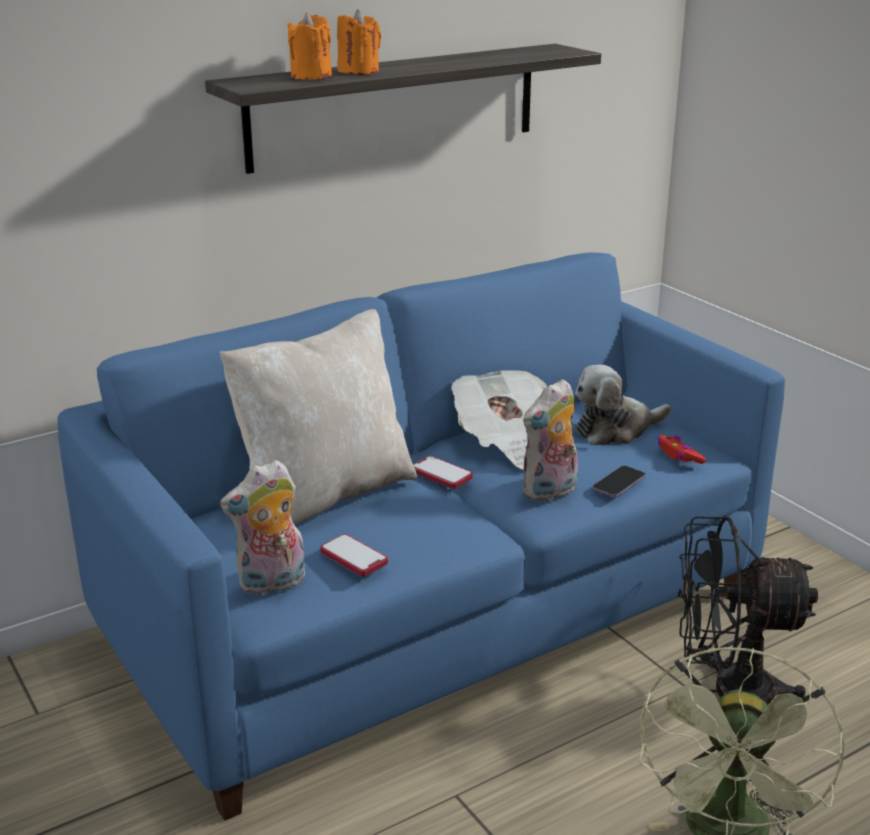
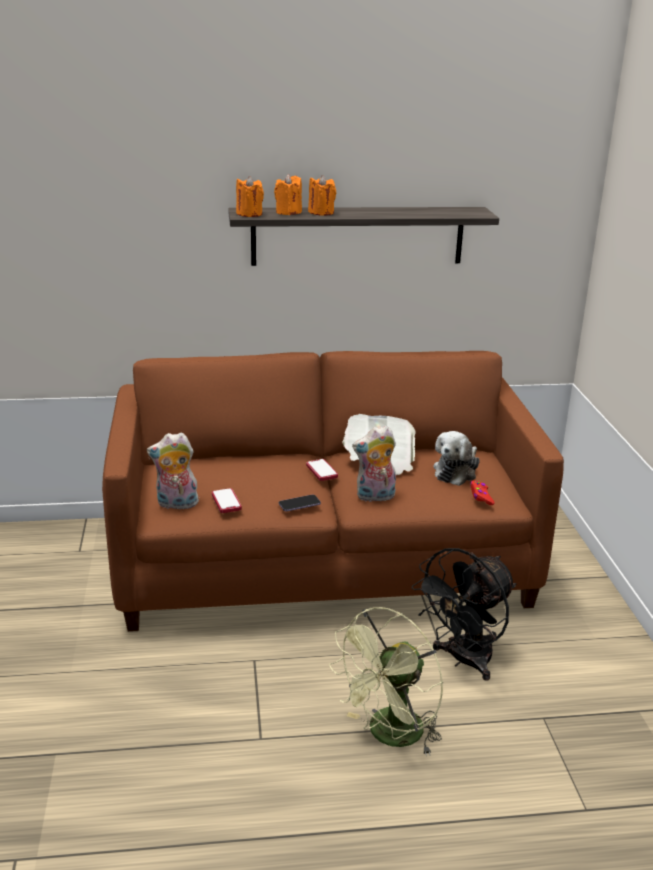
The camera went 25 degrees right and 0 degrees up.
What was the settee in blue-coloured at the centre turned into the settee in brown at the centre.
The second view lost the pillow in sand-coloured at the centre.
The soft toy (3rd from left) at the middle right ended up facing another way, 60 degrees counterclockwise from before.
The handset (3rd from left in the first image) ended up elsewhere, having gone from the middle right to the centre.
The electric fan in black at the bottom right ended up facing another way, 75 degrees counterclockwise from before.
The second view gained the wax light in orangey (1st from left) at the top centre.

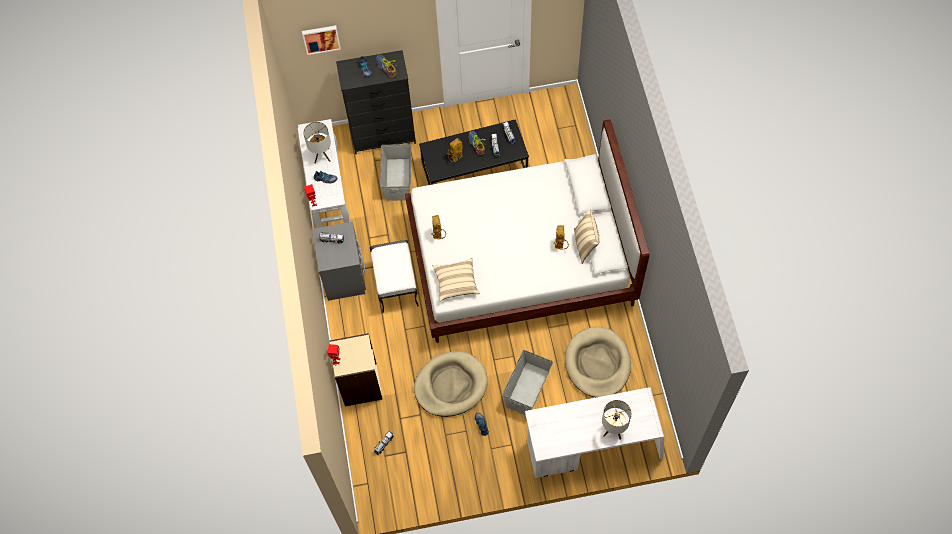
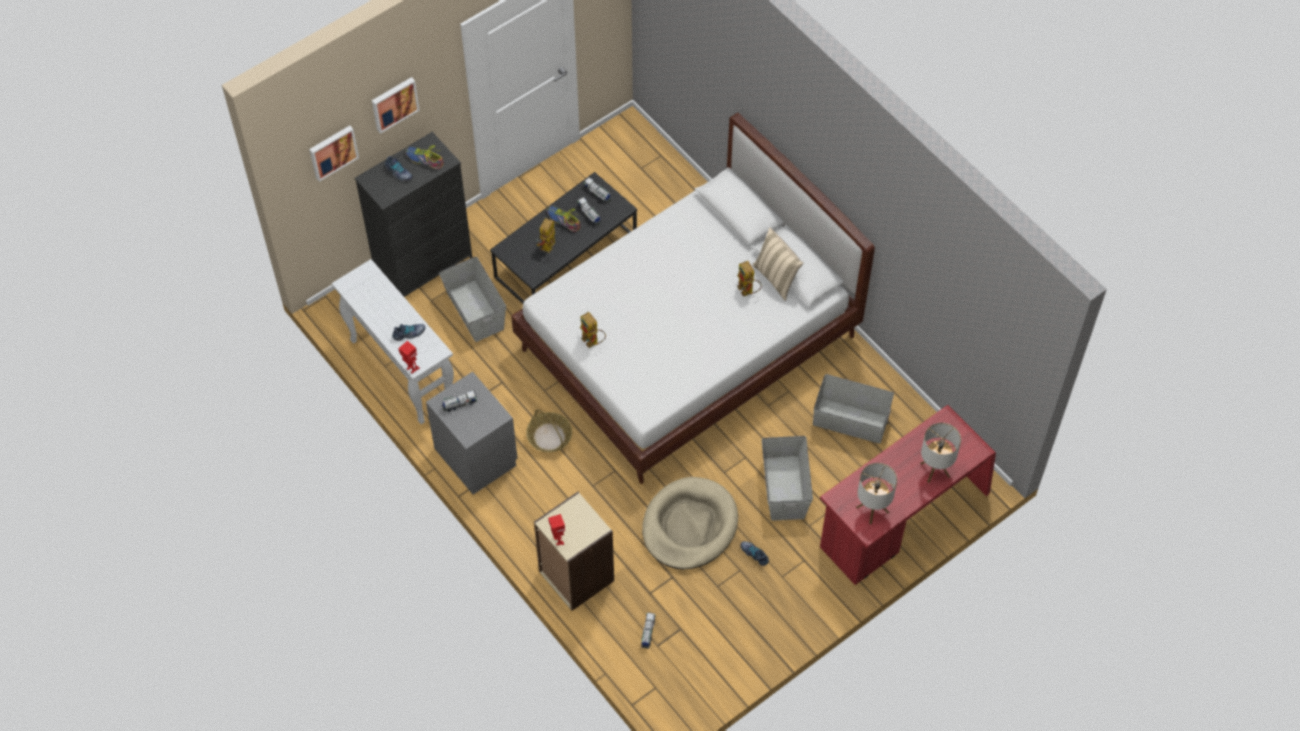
The camera went 30 degrees left and 5 degrees down.
The table lamp (1st from left) ended up elsewhere, having gone from the top left to the bottom right.
Where the pouffe in white-coloured stood at the centre, the basket came to stand at the centre.
The second view lost the pillow in sand-coloured (1st from left) at the centre.
What was the desk in white-coloured at the bottom centre turned into the desk in red at the bottom right.
Where the dog bed in sand-coloured (2nd from left) stood at the bottom centre, the storage box in gray (3rd from left) came to stand at the centre.
The second view gained the picture (2nd from left) at the top left.

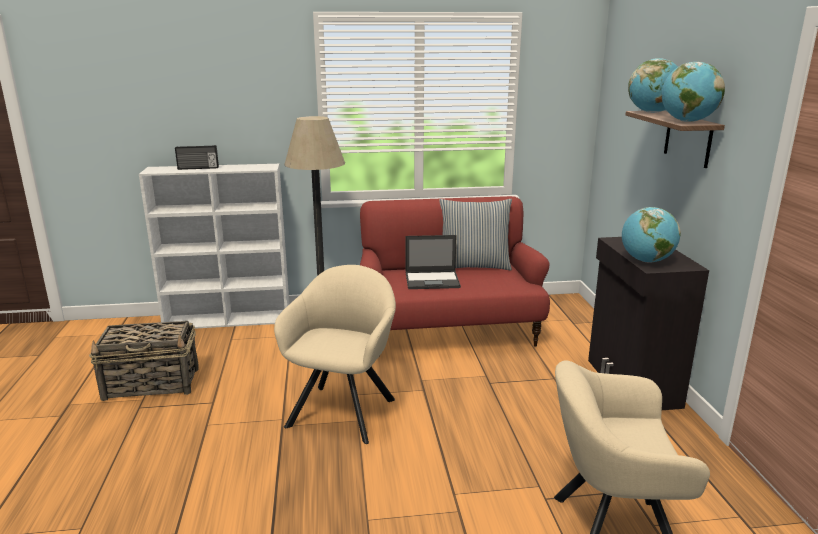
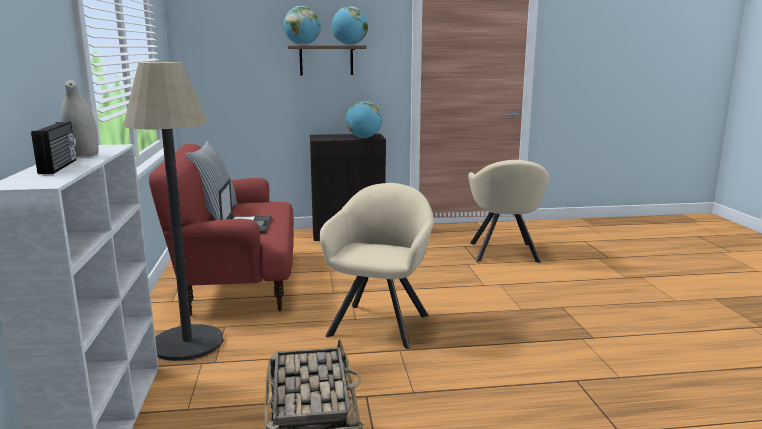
The camera went 90 degrees left and 5 degrees down.
The lounge chair in sand-coloured (1st from left) at the centre ended up facing another way, 90 degrees clockwise from before.
The second view gained the flower vase in white-coloured at the top left.

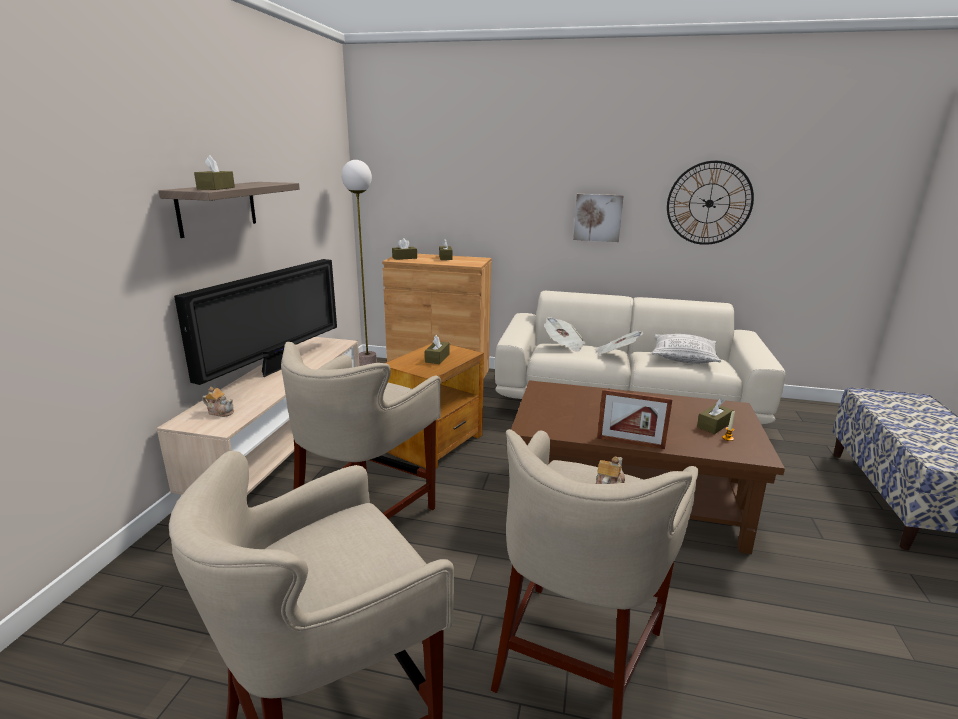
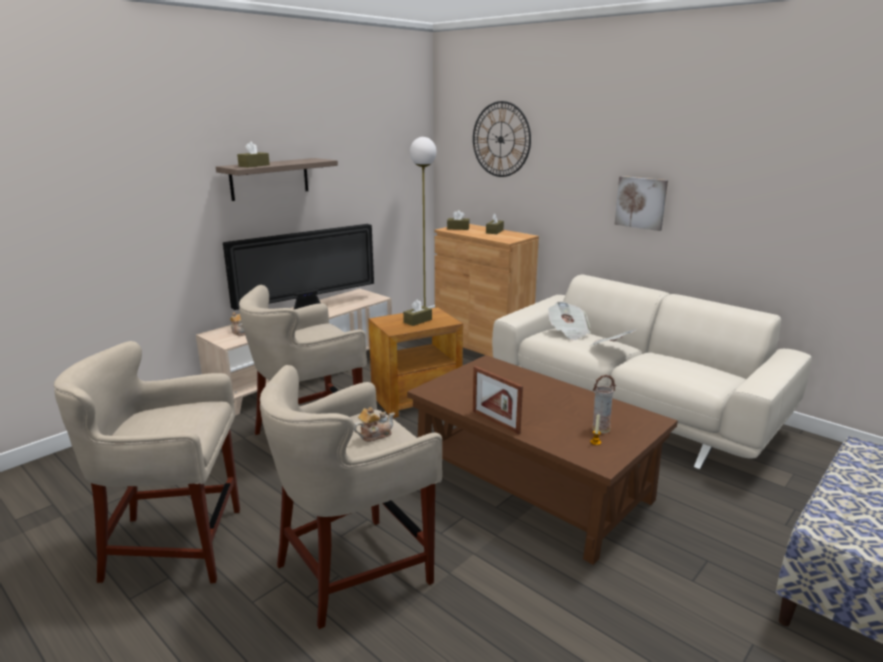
The camera went 30 degrees right and 0 degrees up.
The second view lost the pillow at the middle right.
The wall clock ended up elsewhere, having gone from the top right to the top centre.
Where the tissue box in brown (5th from left) stood at the middle right, the flower vase came to stand at the middle right.

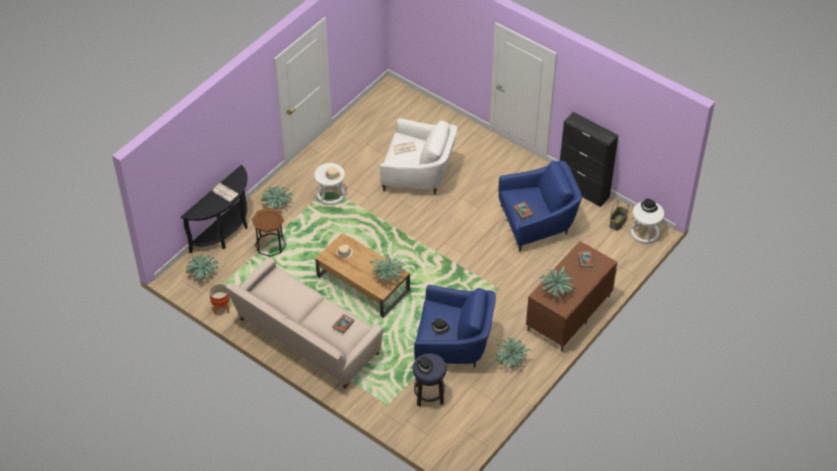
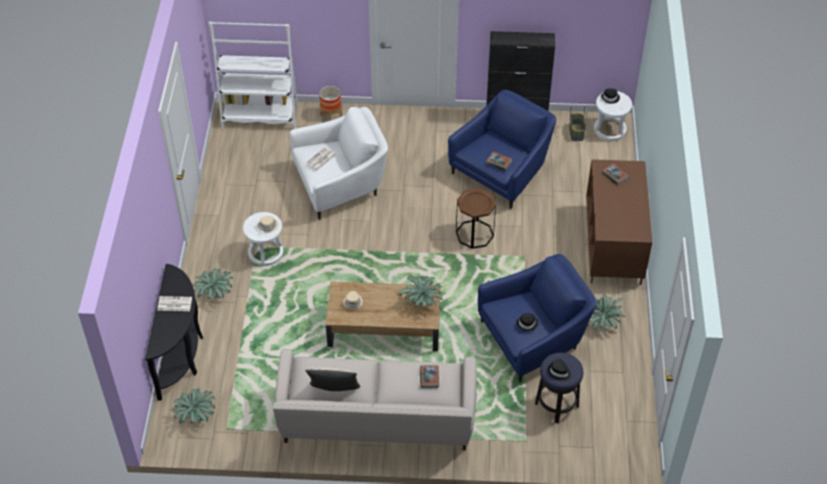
The camera went 35 degrees left and 0 degrees up.
The flower pot ended up elsewhere, having gone from the middle left to the top centre.
The side table in brown ended up elsewhere, having gone from the middle left to the centre.
The second view lost the plant in a pot (5th from left) at the centre.
The second view gained the bookcase in white-coloured at the top left.
The second view gained the pillow in sand-coloured at the bottom centre.

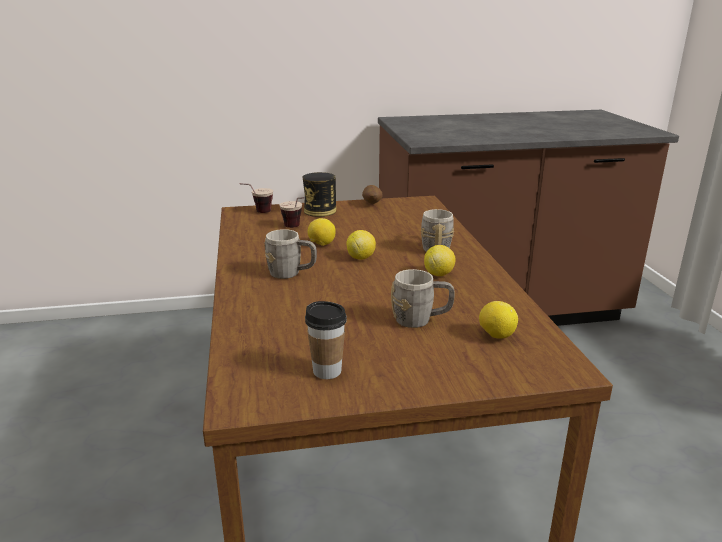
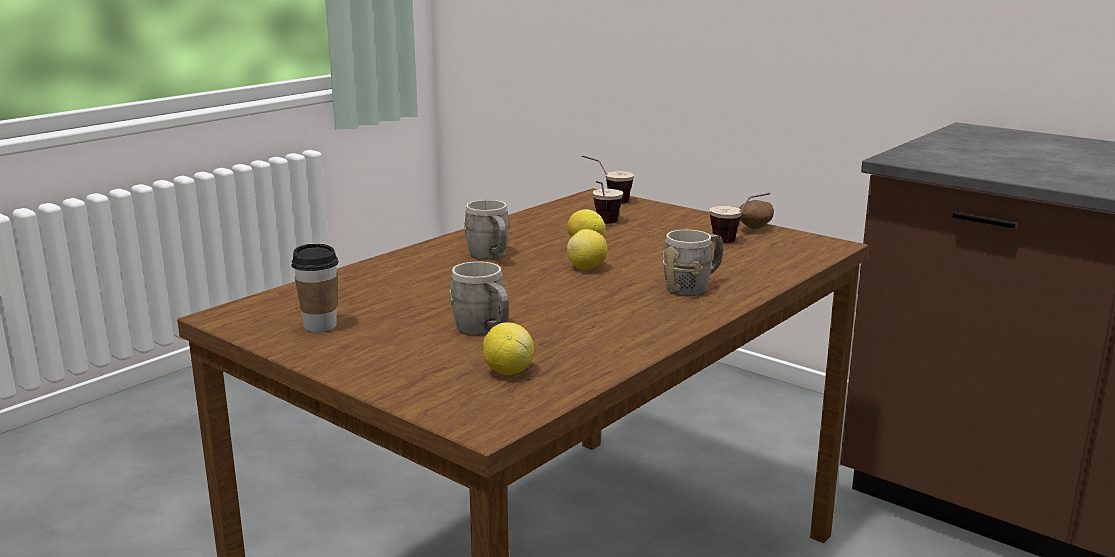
The camera went 50 degrees right and 5 degrees down.
The second view lost the metal can at the centre.
The second view lost the whole lemon (3rd from left) at the centre.
The second view gained the small cup (4th from left) at the centre.

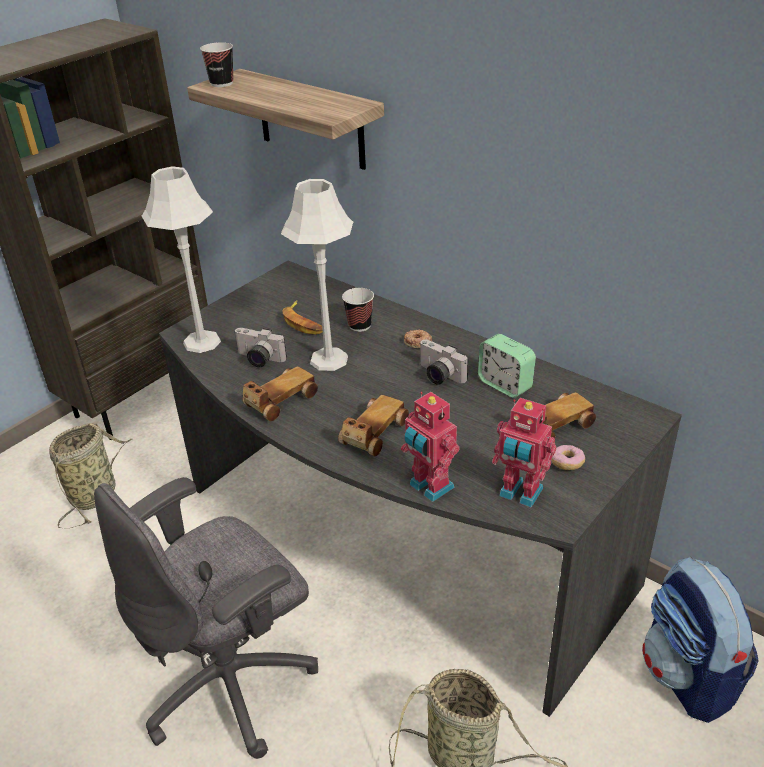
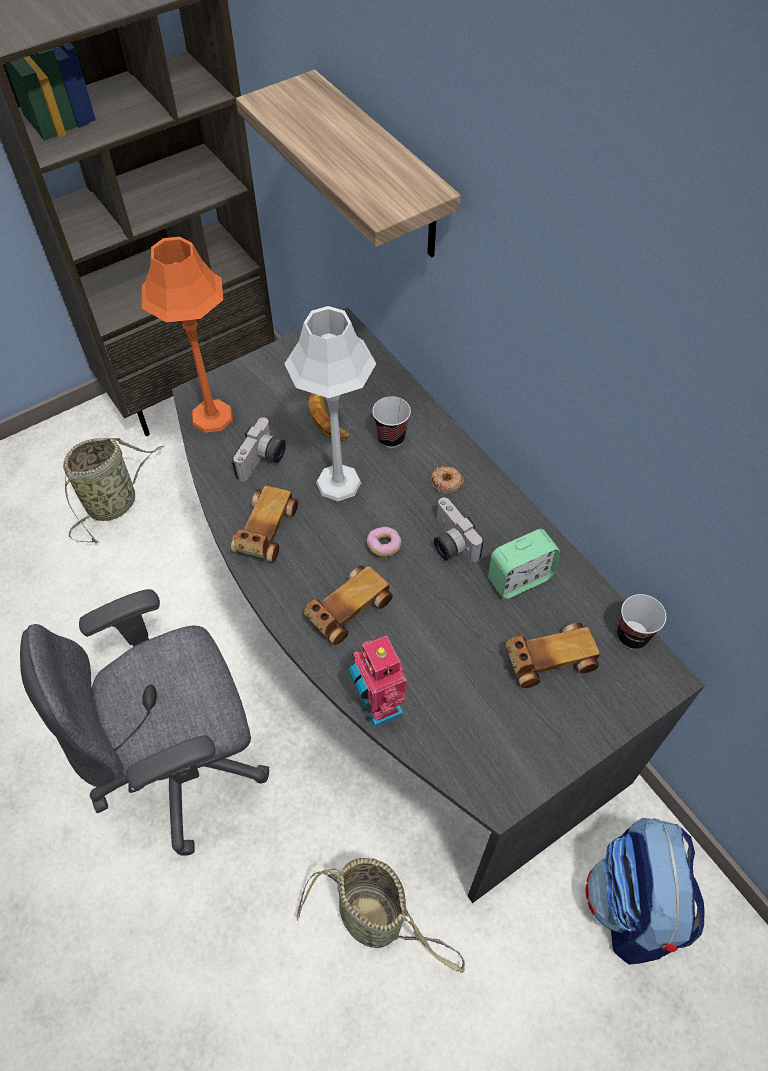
The camera went 15 degrees right and 20 degrees up.
What was the table lamp in gray (1st from left) at the middle left turned into the table lamp in orangey at the top left.
The small cup (1st from left in the first image) ended up elsewhere, having gone from the top left to the middle right.
The photo camera (1st from left) at the centre ended up facing another way, 105 degrees counterclockwise from before.
The miniature car (1st from left) at the centre ended up facing another way, 45 degrees counterclockwise from before.
The table clock at the centre ended up facing another way, 90 degrees counterclockwise from before.
The second view lost the model robot (2nd from left) at the middle right.
The doughnut (2nd from left in the first image) ended up elsewhere, having gone from the middle right to the centre.

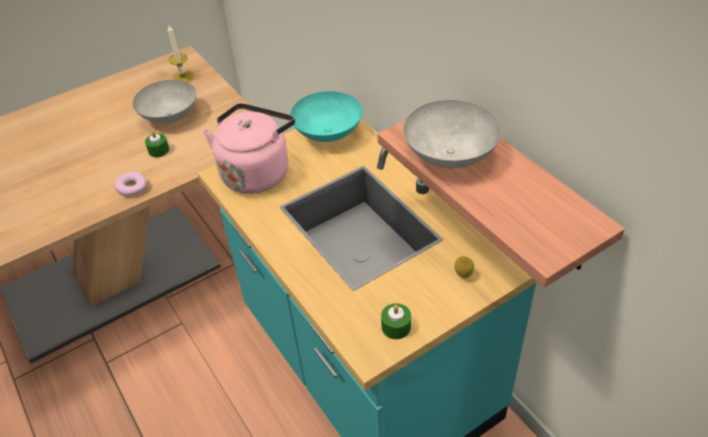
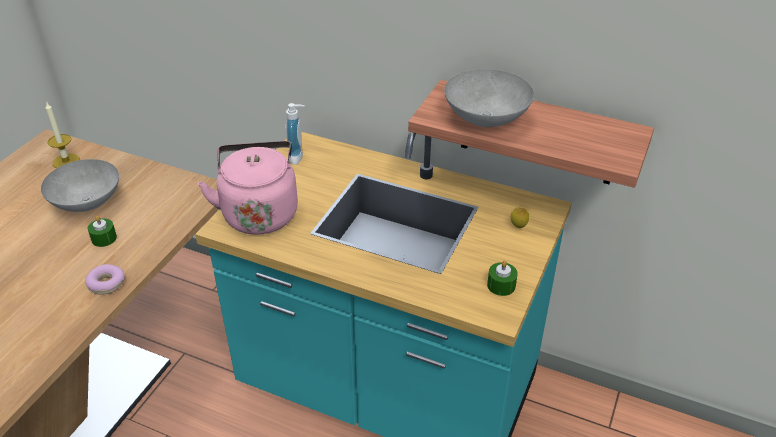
The camera went 35 degrees left and 5 degrees down.
Where the bowl in turquoise stood at the top centre, the soap dispenser came to stand at the top centre.

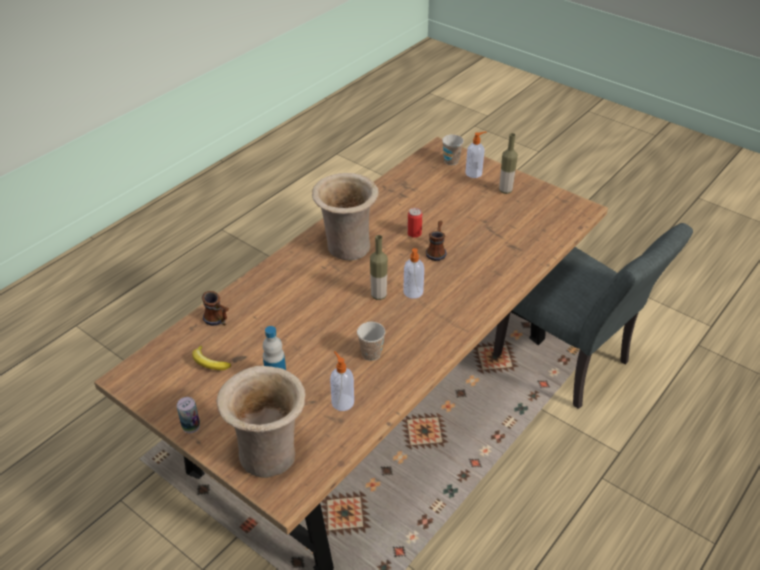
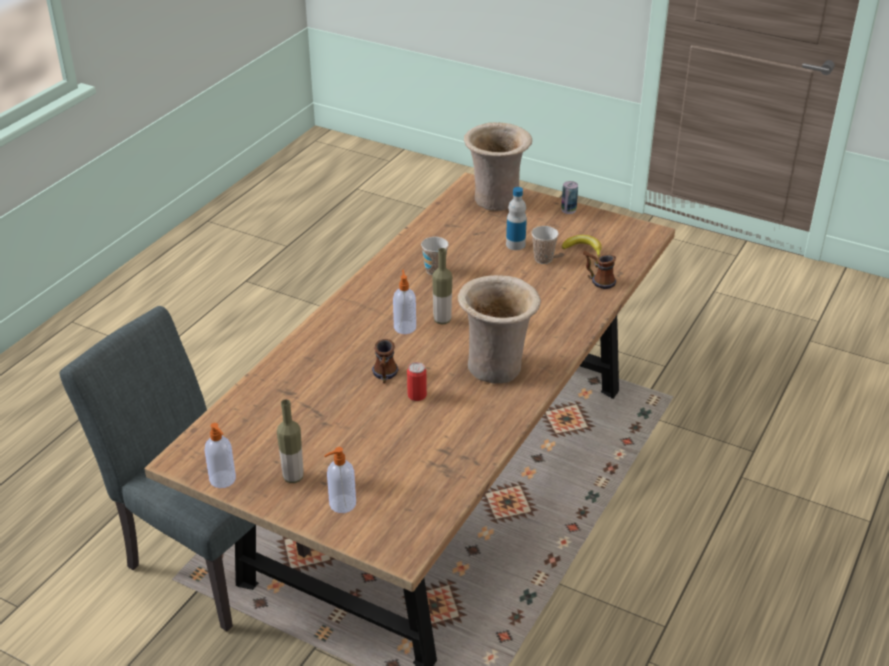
The camera went 170 degrees right and 5 degrees down.
The soap dispenser (1st from left) ended up elsewhere, having gone from the bottom centre to the bottom left.
The small cup (2nd from left) ended up elsewhere, having gone from the top centre to the centre.

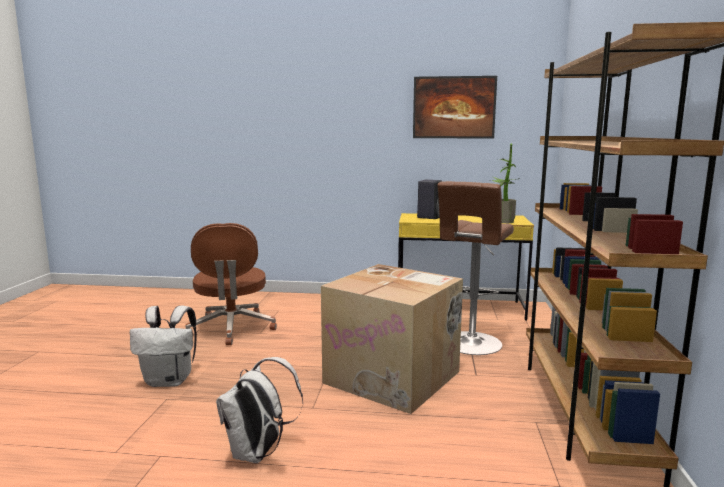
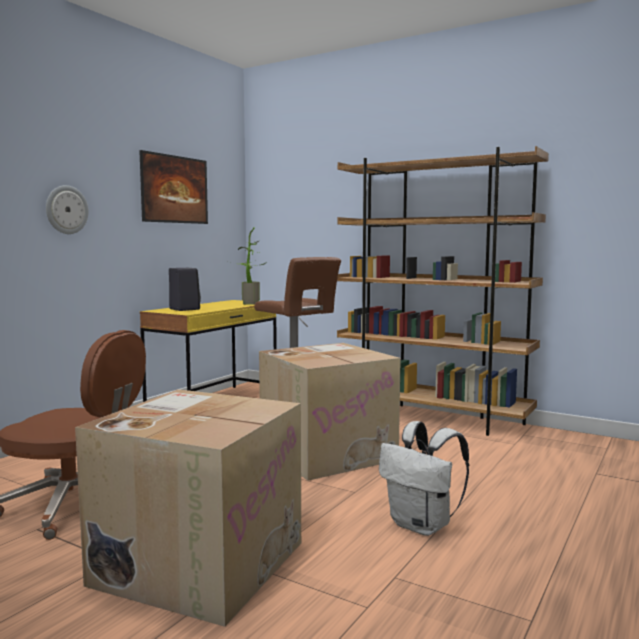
The camera went 65 degrees left and 5 degrees down.
Where the knapsack in white-coloured (1st from left) stood at the bottom left, the carton (1st from left) came to stand at the bottom left.
The second view gained the wall clock at the top left.

